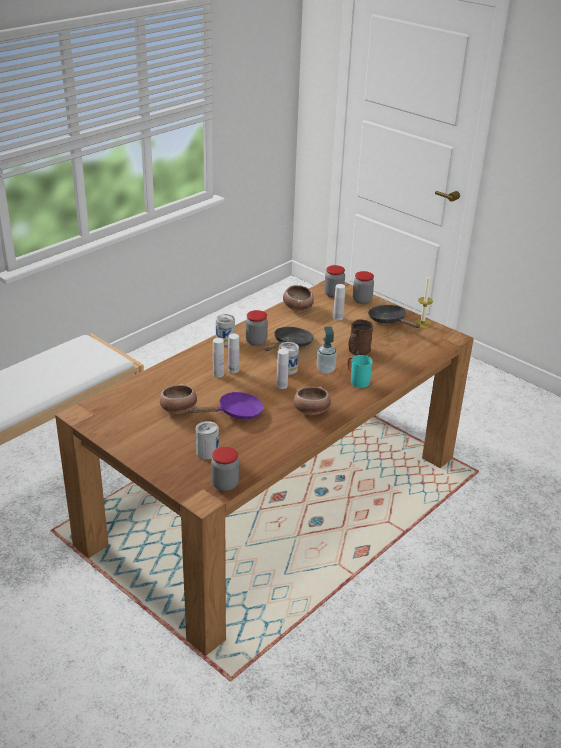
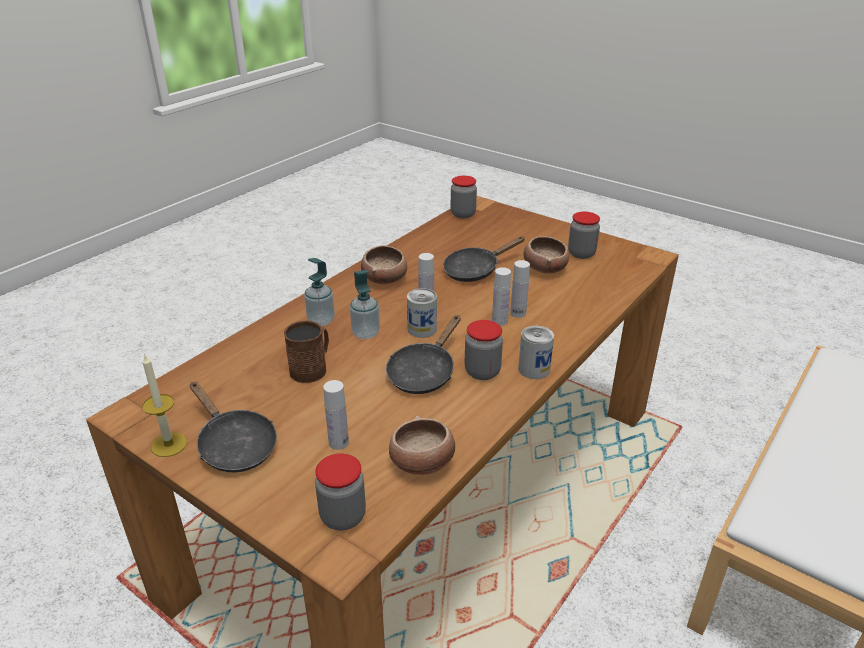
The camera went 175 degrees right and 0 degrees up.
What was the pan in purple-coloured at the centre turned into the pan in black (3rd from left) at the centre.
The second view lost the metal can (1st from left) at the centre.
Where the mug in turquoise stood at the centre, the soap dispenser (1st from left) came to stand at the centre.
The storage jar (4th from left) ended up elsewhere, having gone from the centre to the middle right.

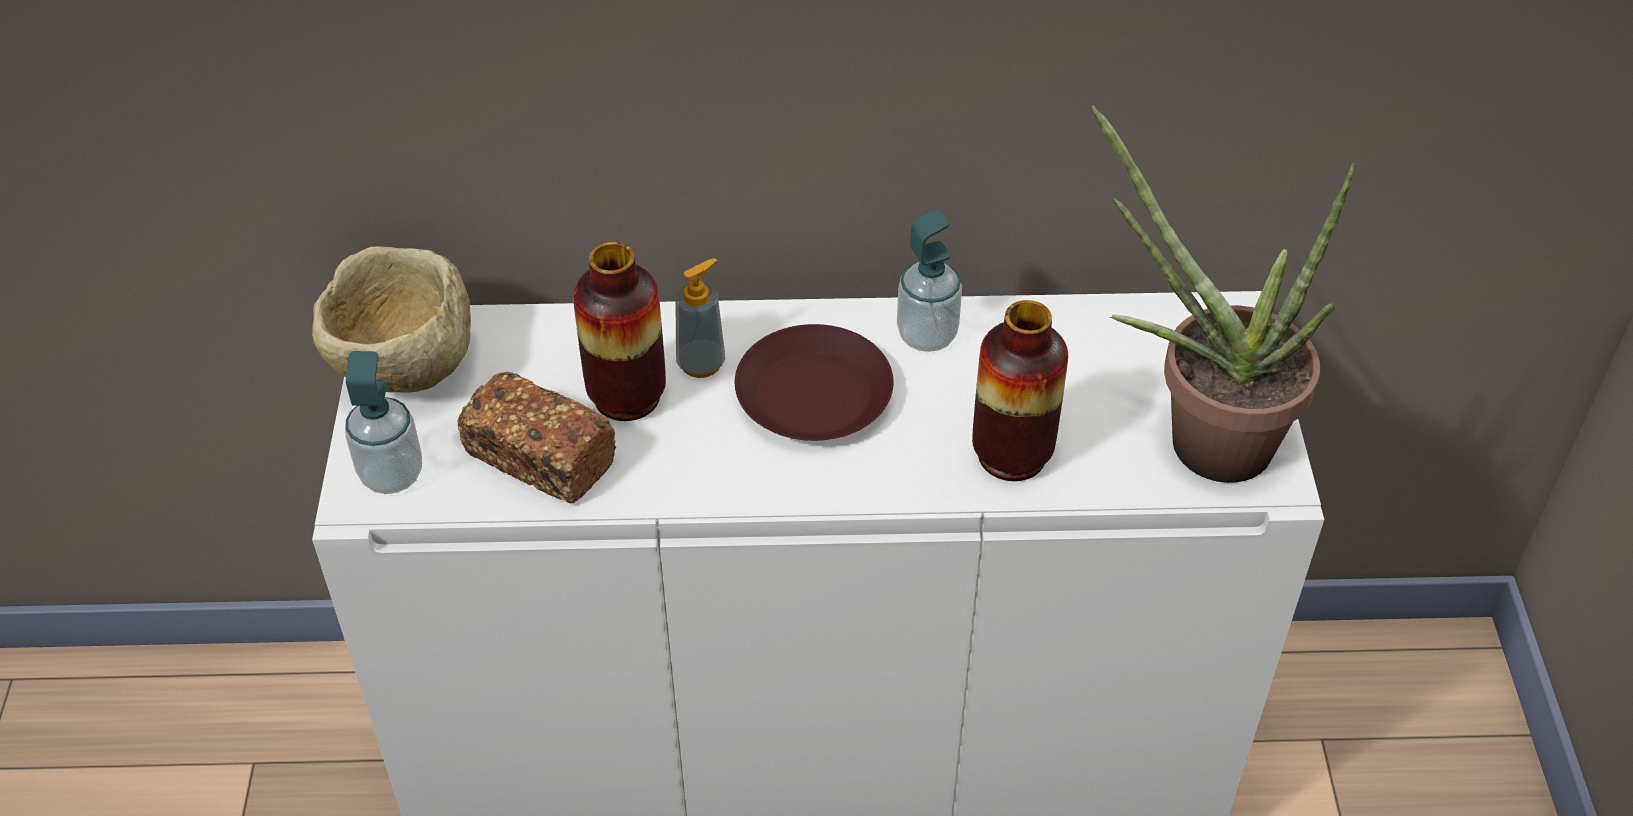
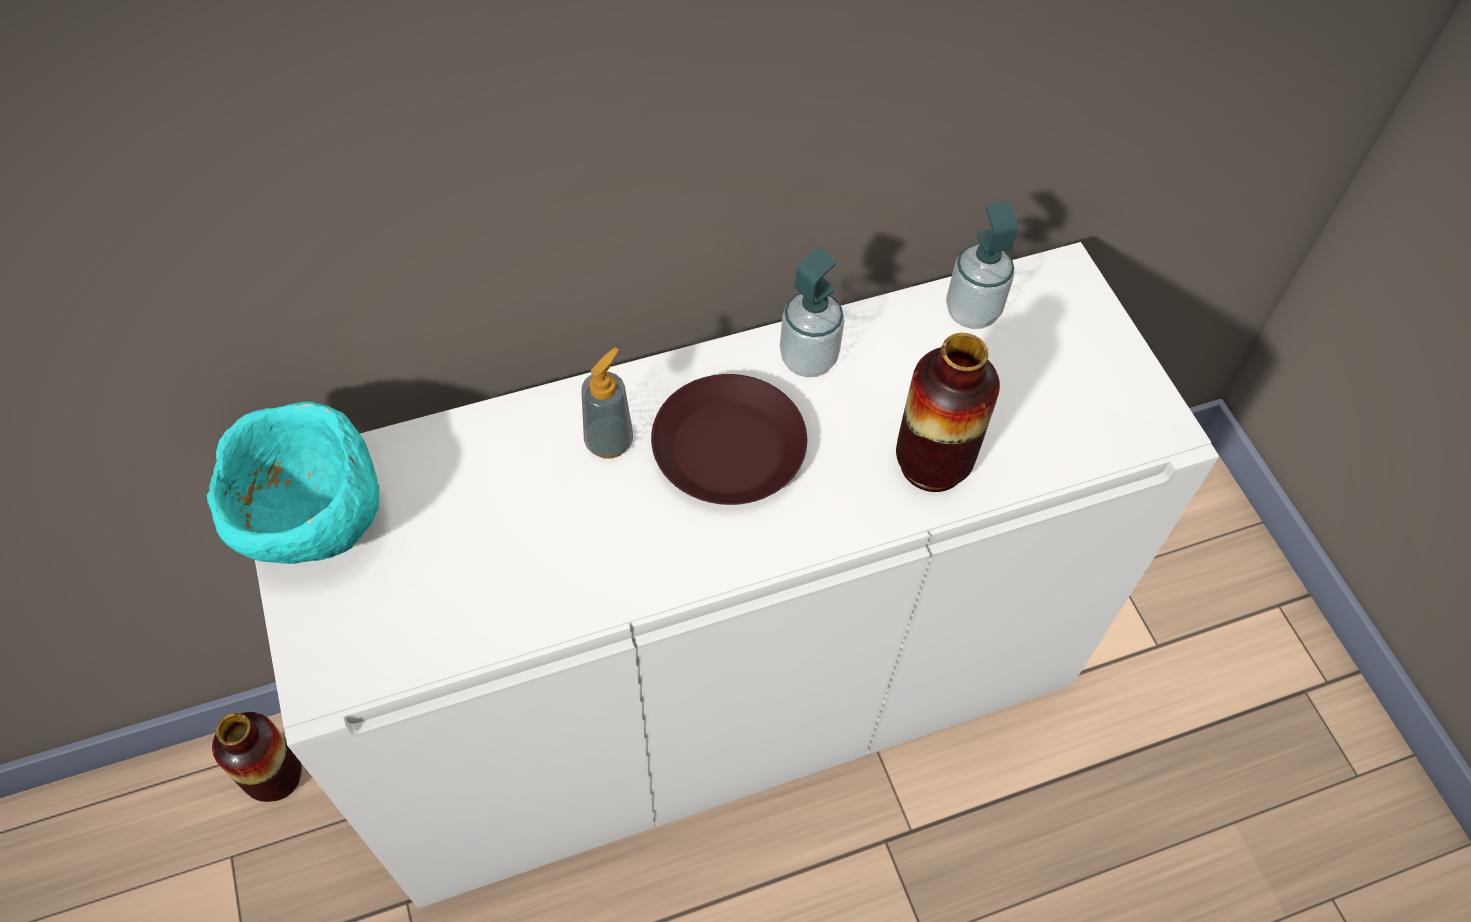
The camera went 20 degrees left and 10 degrees up.
What was the bowl in sand-coloured at the middle left turned into the bowl in turquoise at the middle left.
The soap dispenser (1st from left in the first image) ended up elsewhere, having gone from the middle left to the top right.
The second view lost the bread at the middle left.
The flower vase (1st from left) ended up elsewhere, having gone from the centre to the bottom left.
The second view lost the plant in a pot at the middle right.

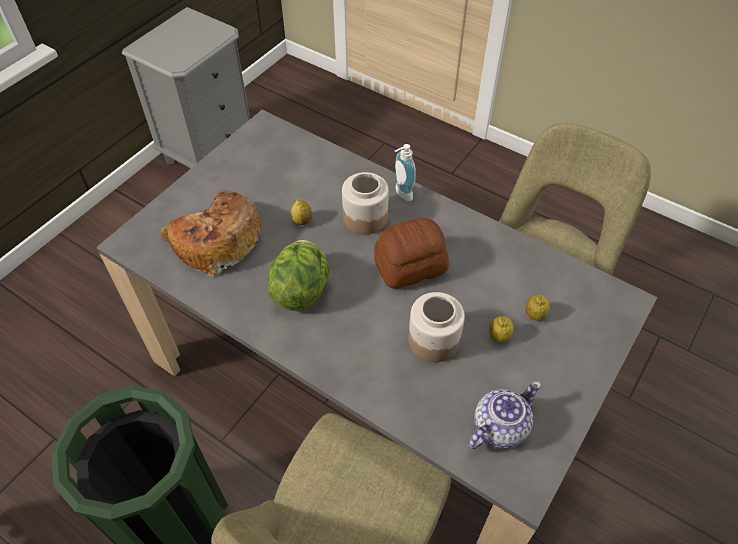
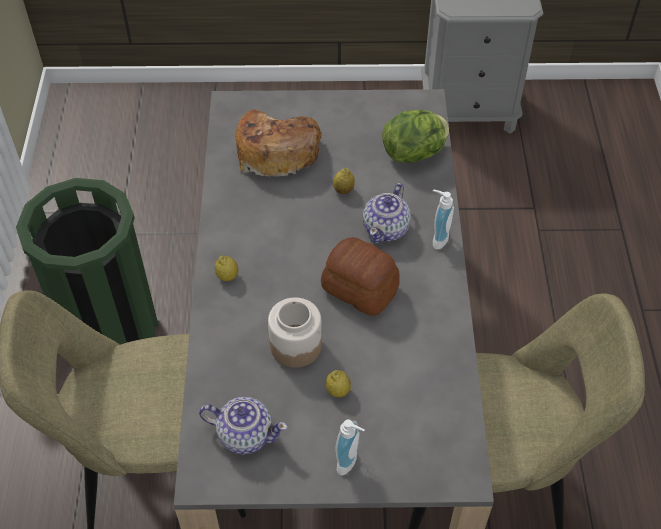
The camera went 55 degrees right and 0 degrees up.
The lettuce ended up elsewhere, having gone from the centre to the top centre.
Where the storage jar (1st from left) stood at the centre, the teapot (2nd from left) came to stand at the centre.
The whole lemon (3rd from left in the first image) ended up elsewhere, having gone from the middle right to the centre.
The second view gained the soap dispenser (1st from left) at the bottom centre.

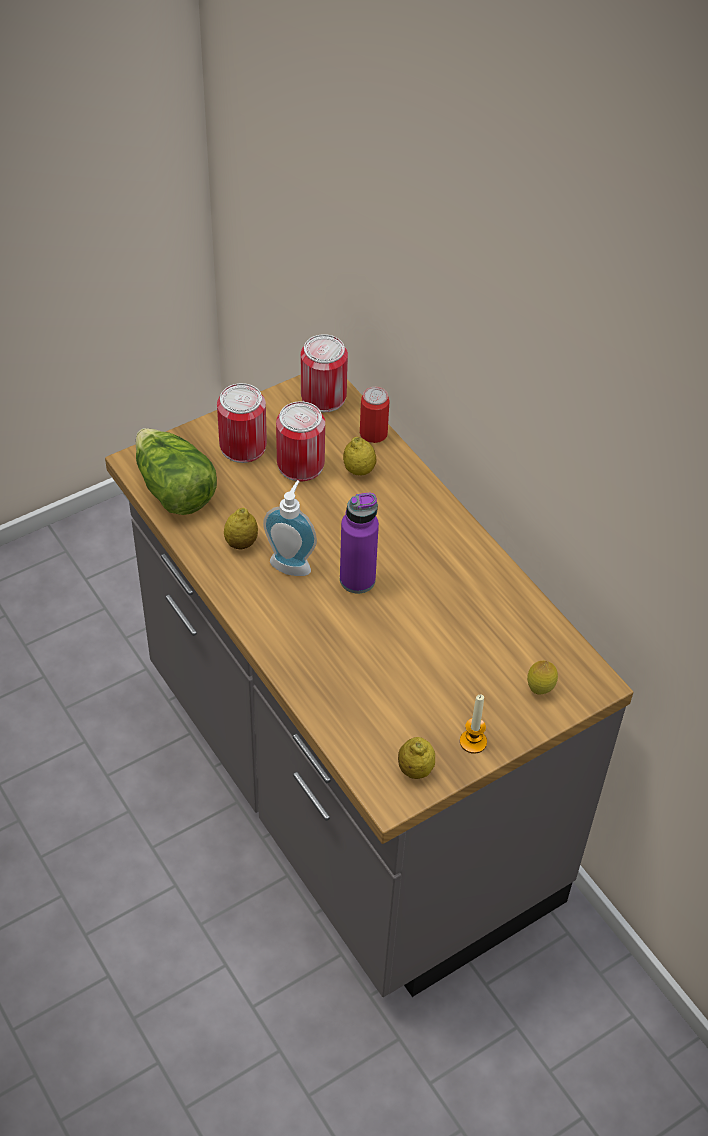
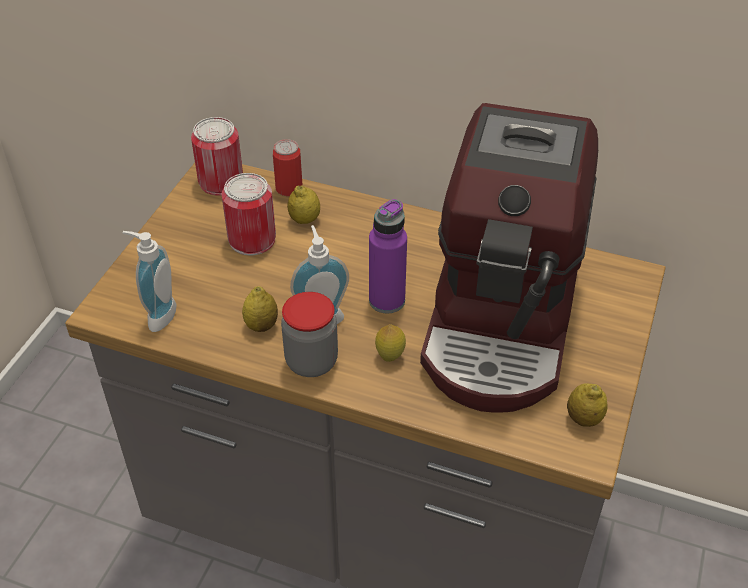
The camera went 35 degrees left and 5 degrees down.
Where the lettuce stood at the middle left, the soap dispenser (1st from left) came to stand at the middle left.
The second view lost the metal can (1st from left) at the centre.
The second view lost the wax light at the middle right.
The whole lemon (4th from left in the first image) ended up elsewhere, having gone from the middle right to the centre.
The second view gained the storage jar at the centre.
The second view gained the coffee brewer at the middle right.

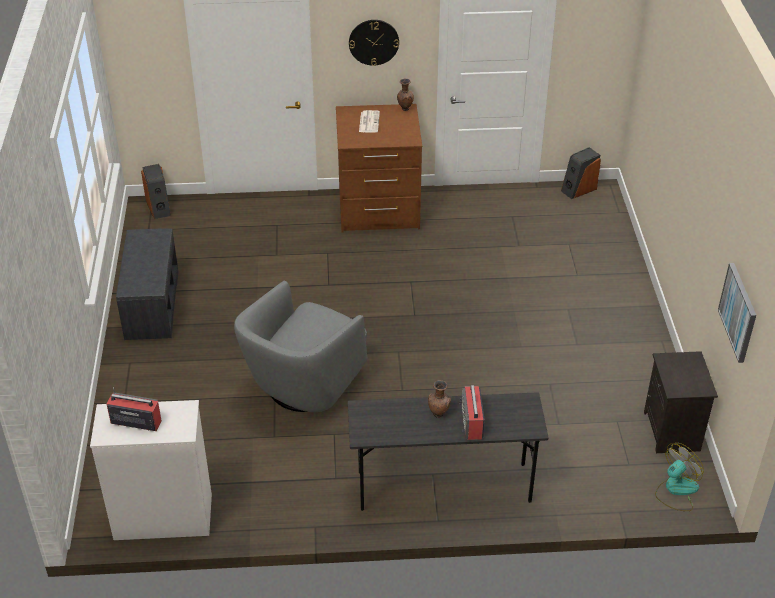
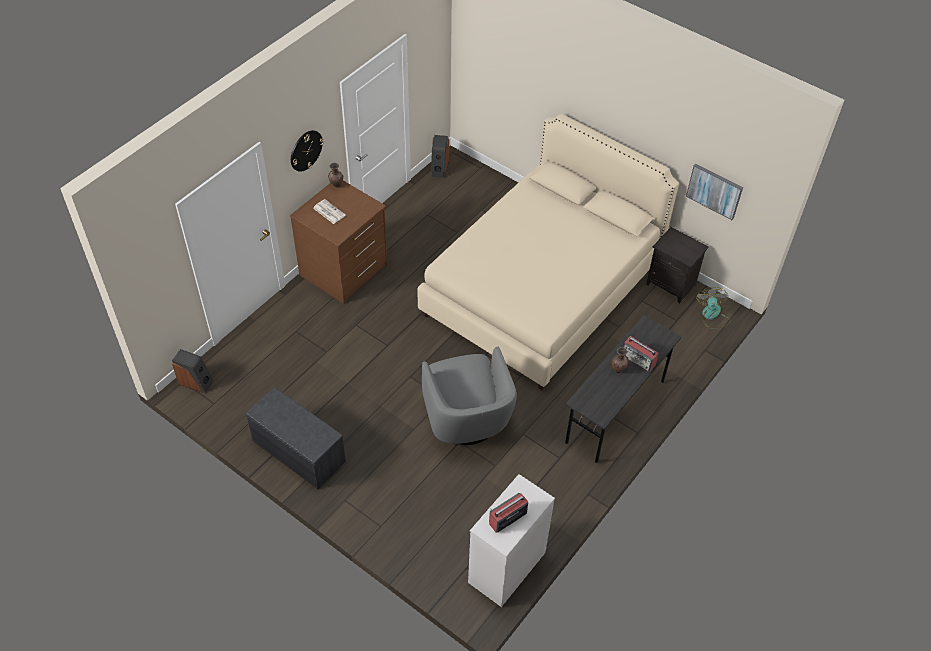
The camera went 50 degrees left and 10 degrees up.
The second view gained the bedroom bed in sand-coloured at the centre.

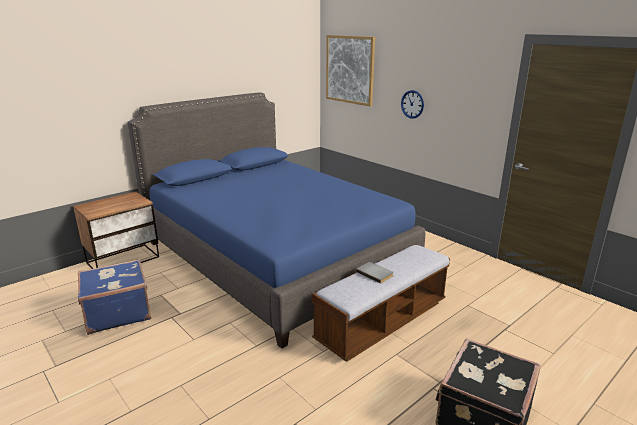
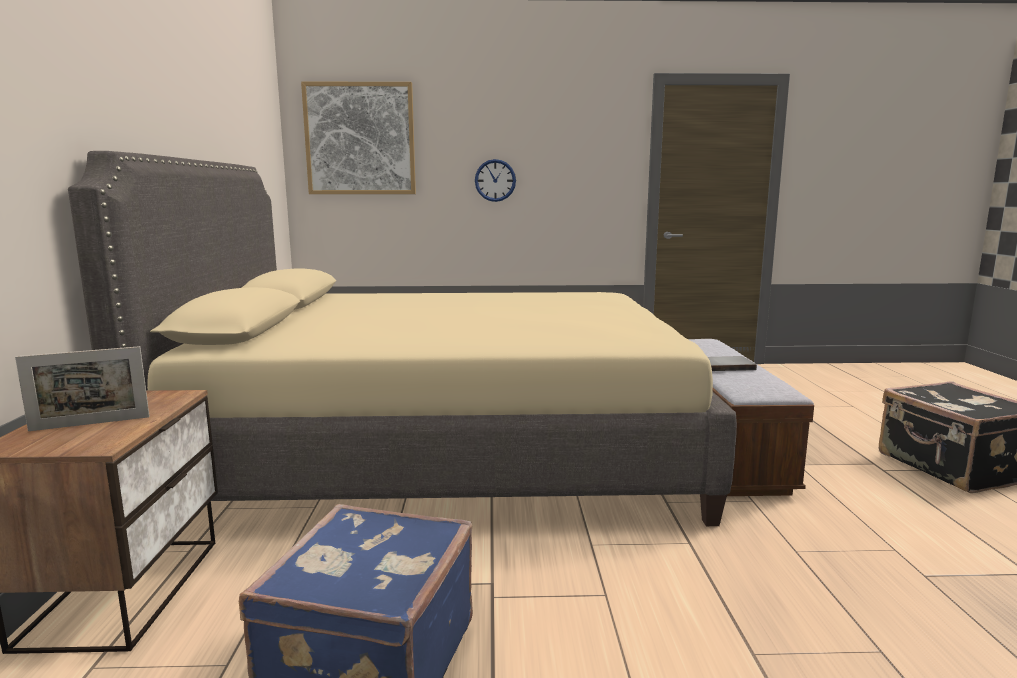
The camera went 50 degrees left and 10 degrees down.
What was the bedroom bed in blue-coloured at the centre turned into the bedroom bed in sand-coloured at the centre.
The second view gained the picture frame at the middle left.

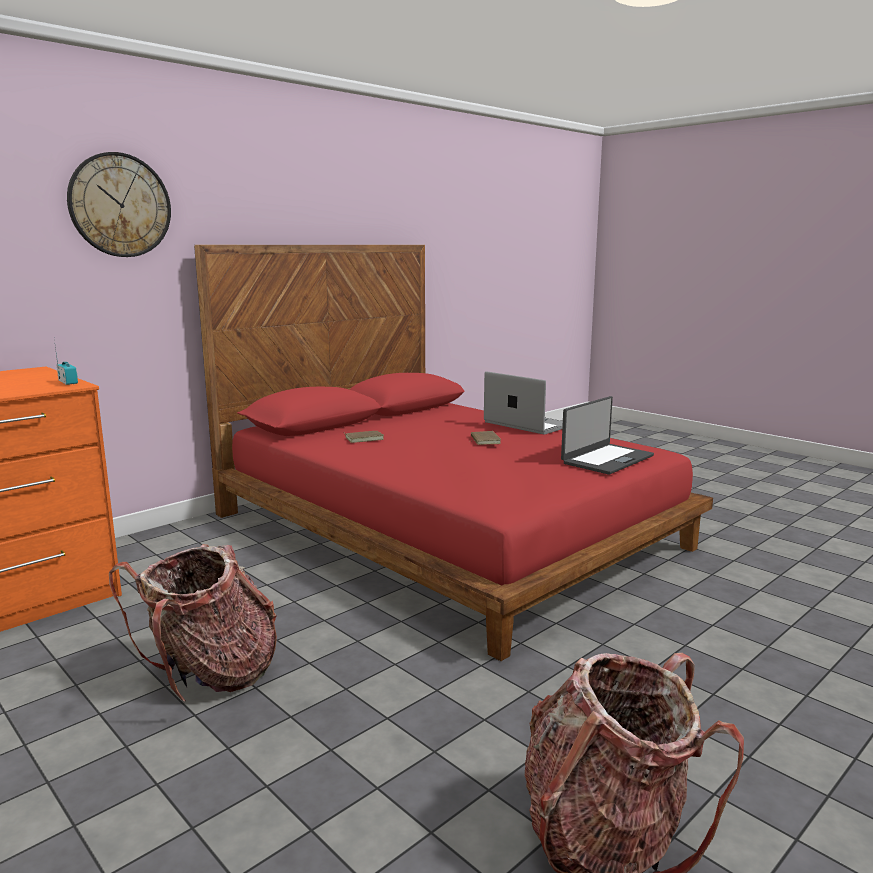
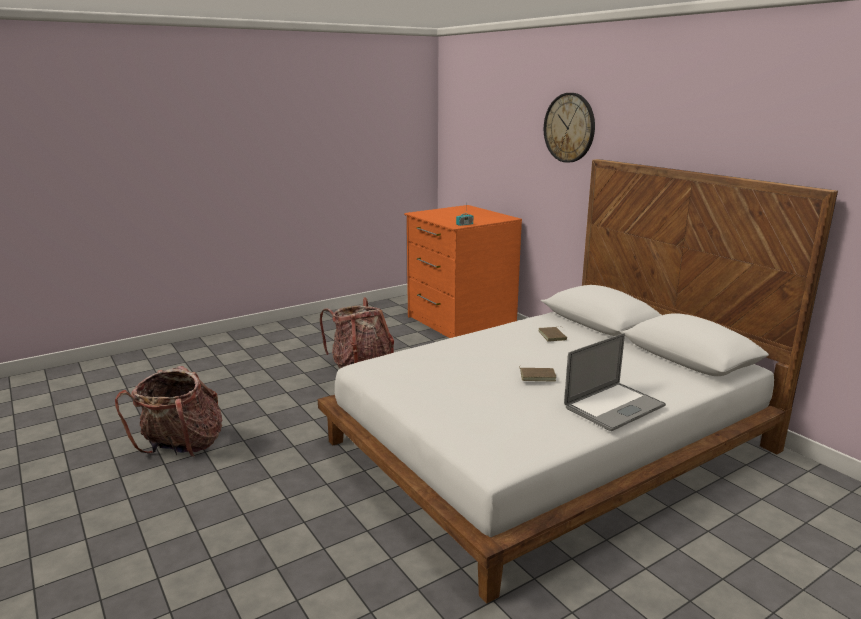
The camera went 100 degrees right and 5 degrees up.
What was the bedroom bed in red at the centre turned into the bedroom bed in white-coloured at the middle right.
The second view lost the laptop (2nd from left) at the middle right.

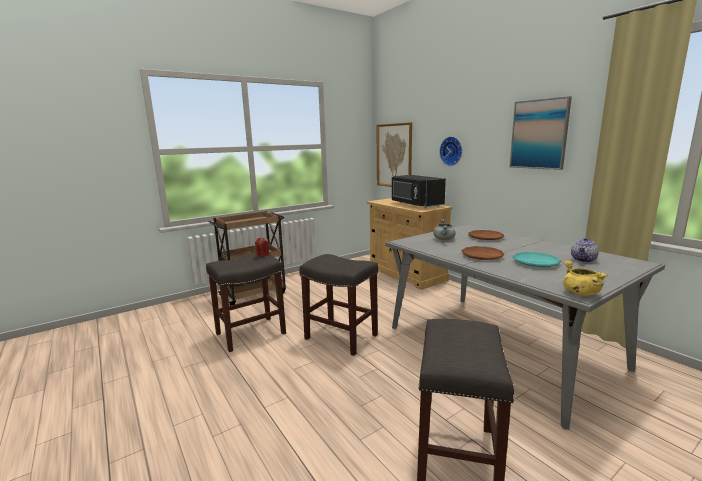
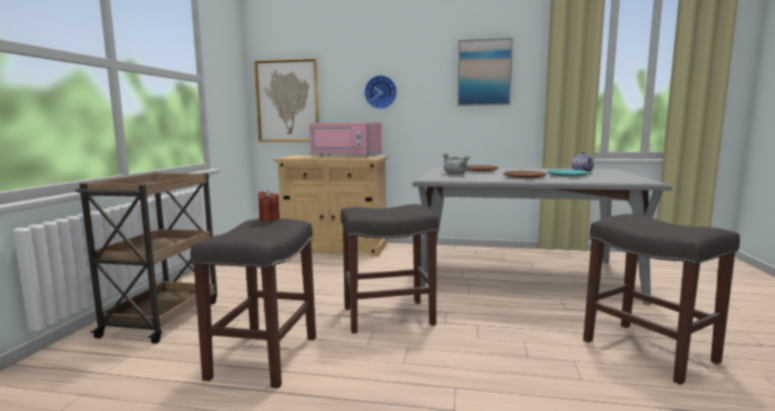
The camera went 45 degrees left and 5 degrees down.
What was the microwave oven in black at the centre turned into the microwave oven in pinkish at the centre.
The second view lost the stockpot in yellow-coloured at the middle right.

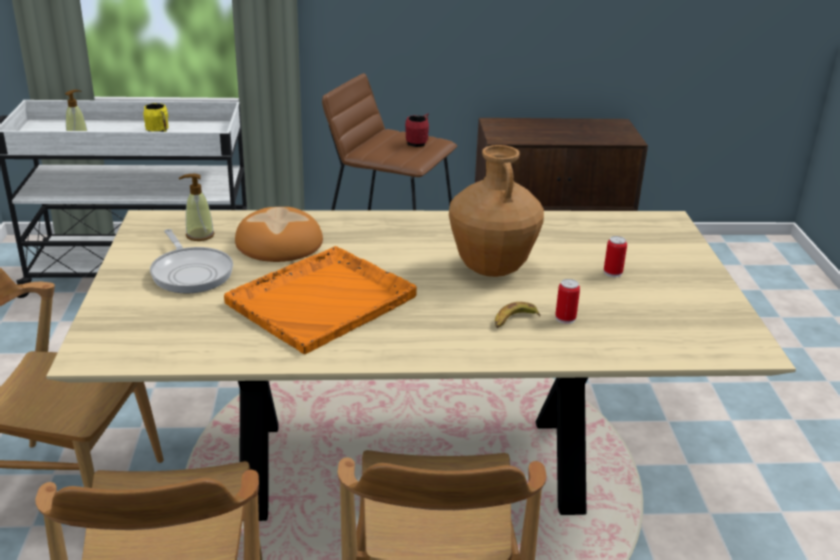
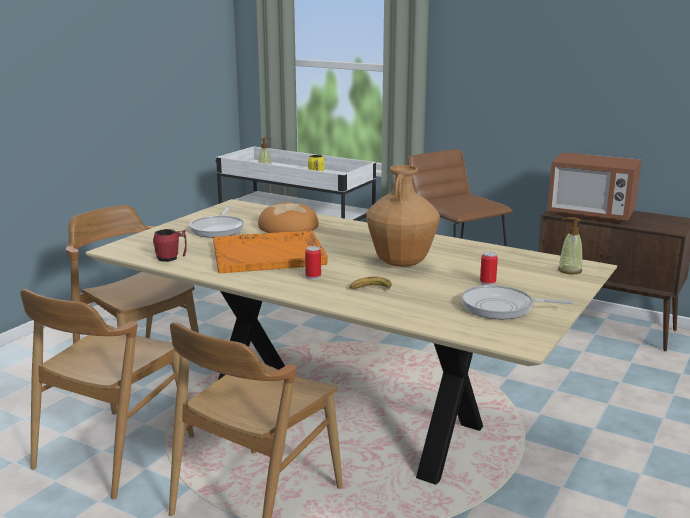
The camera went 35 degrees right and 10 degrees down.
The soap dispenser (2nd from left) ended up elsewhere, having gone from the middle left to the middle right.
The mug in red ended up elsewhere, having gone from the top centre to the middle left.
The metal can (1st from left) ended up elsewhere, having gone from the middle right to the centre.
The second view gained the pan (2nd from left) at the middle right.
The second view gained the microwave oven at the middle right.

